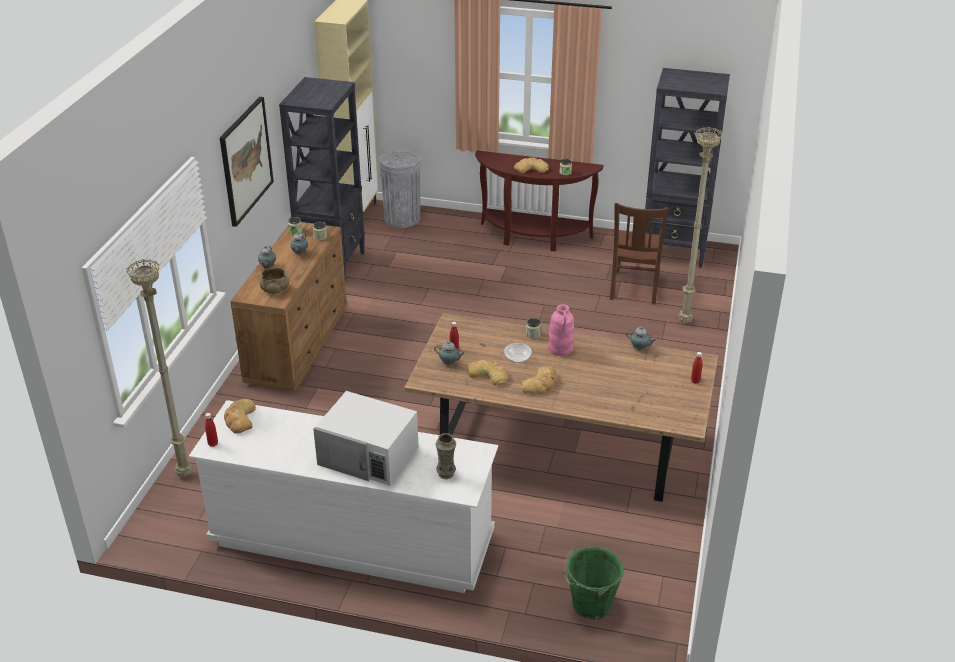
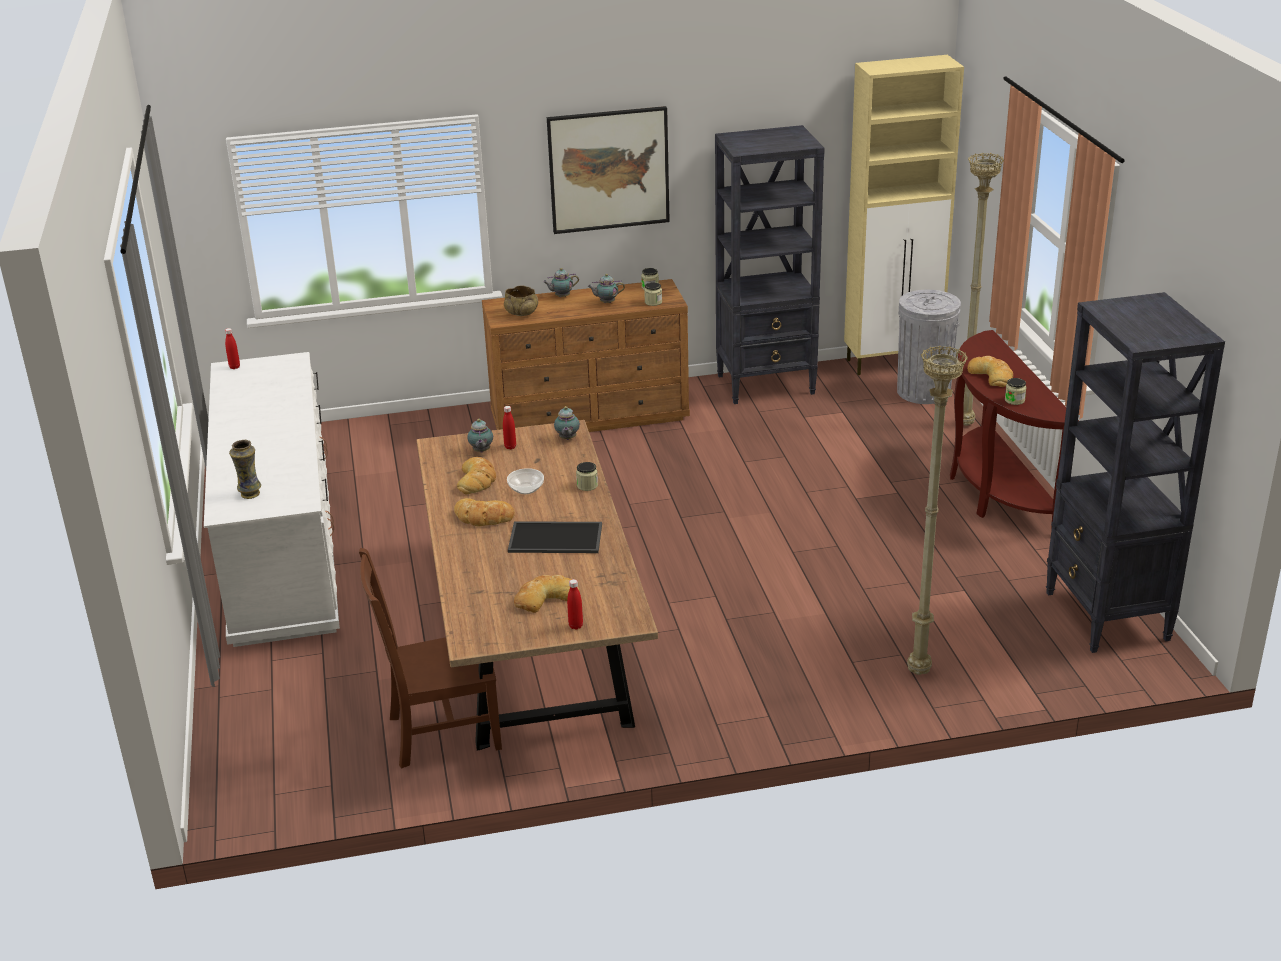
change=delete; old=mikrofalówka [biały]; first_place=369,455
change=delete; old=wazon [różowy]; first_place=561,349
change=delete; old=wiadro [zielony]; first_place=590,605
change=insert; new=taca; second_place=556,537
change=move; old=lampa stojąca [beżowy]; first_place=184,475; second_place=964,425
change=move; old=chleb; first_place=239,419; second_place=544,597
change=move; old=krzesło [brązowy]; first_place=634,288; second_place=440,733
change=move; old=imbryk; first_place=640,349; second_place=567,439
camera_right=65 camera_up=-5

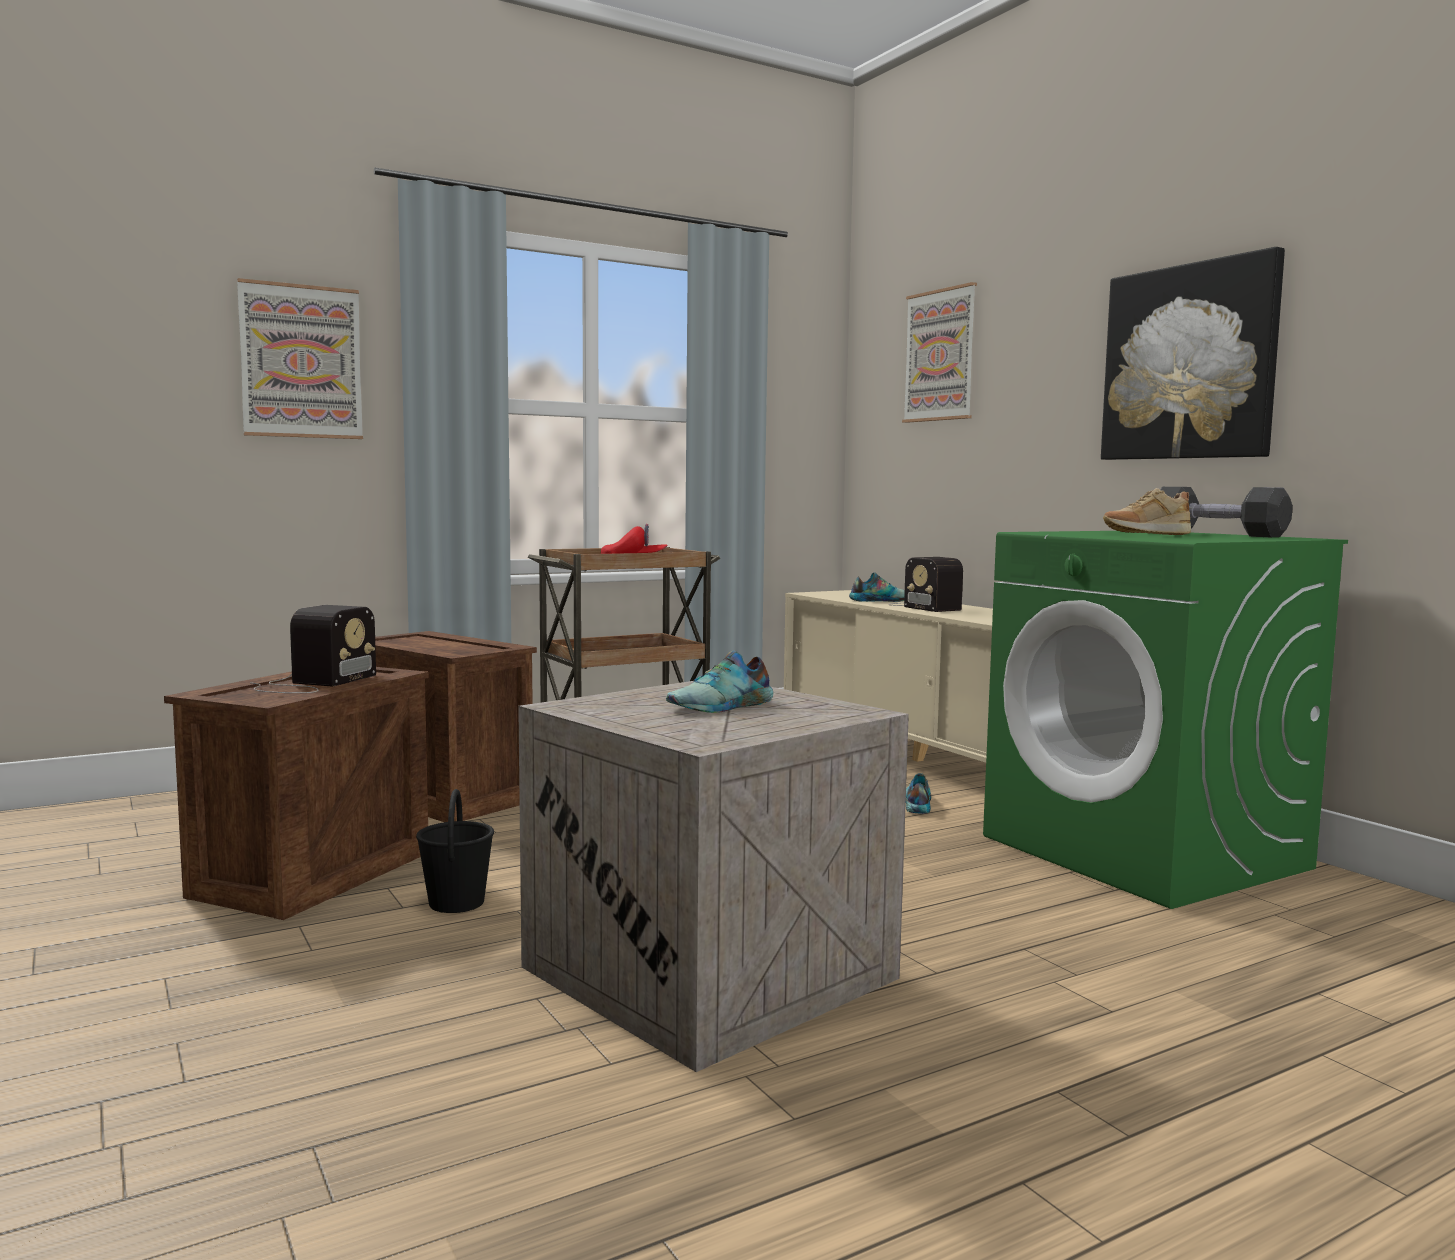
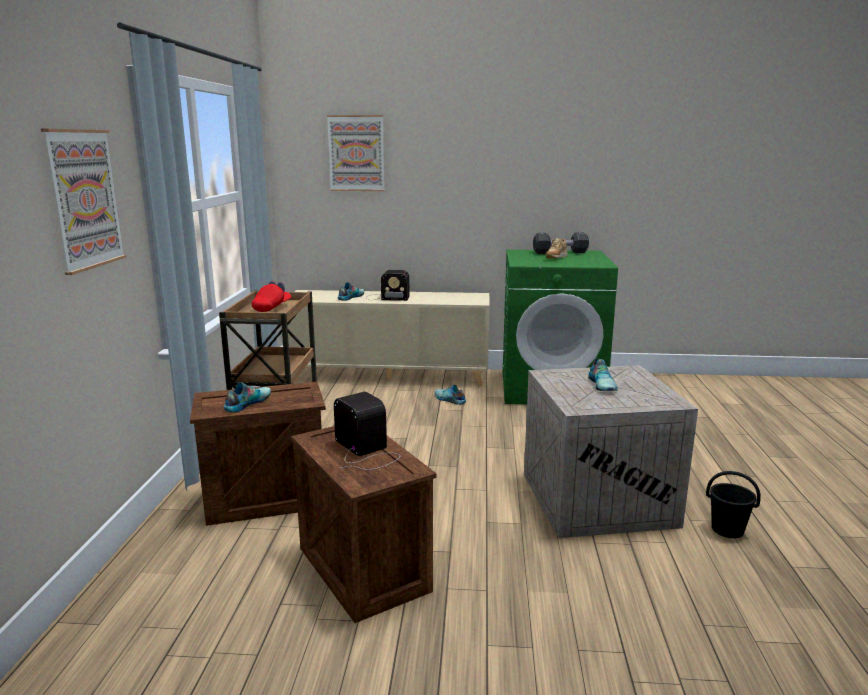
change=delete; old=obraz; first_place=1190,362
change=insert; new=but; second_place=247,403
change=move; old=wiadro [czarny]; first_place=456,903; second_place=728,530
camera_right=-55 camera_up=10

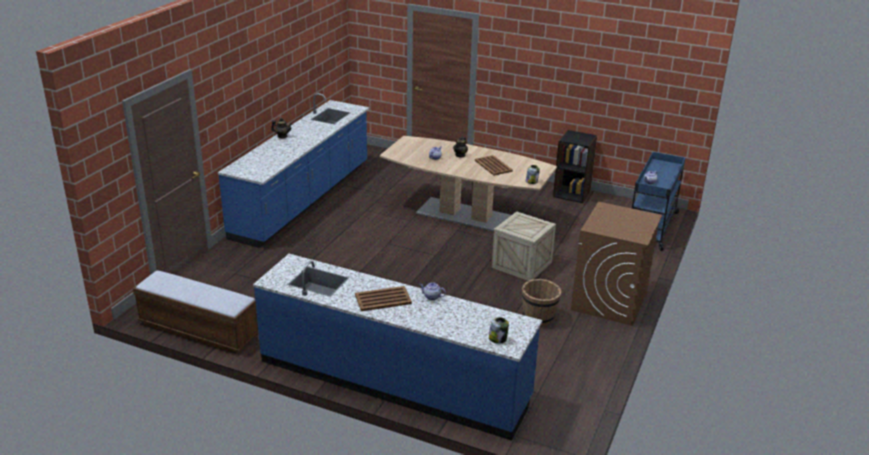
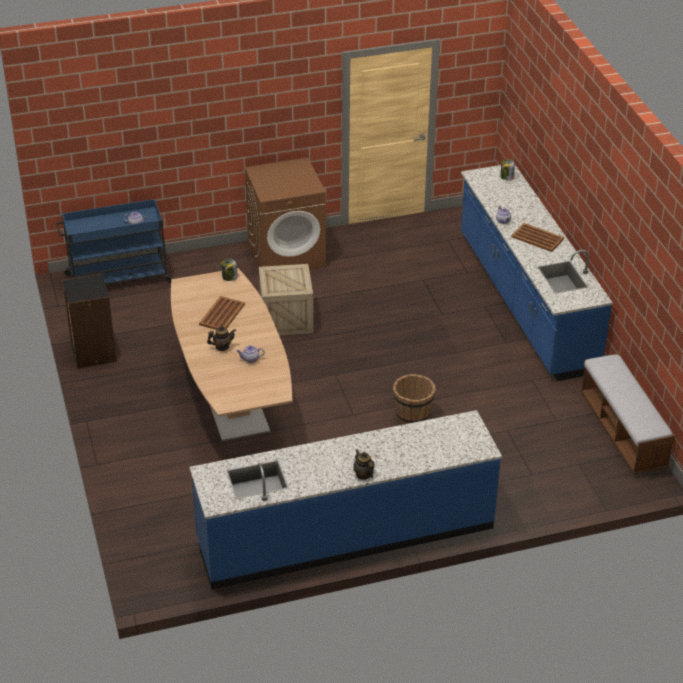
change=move; old=wiadro [brązowy]; first_place=538,318; second_place=412,415
camera_right=-130 camera_up=10

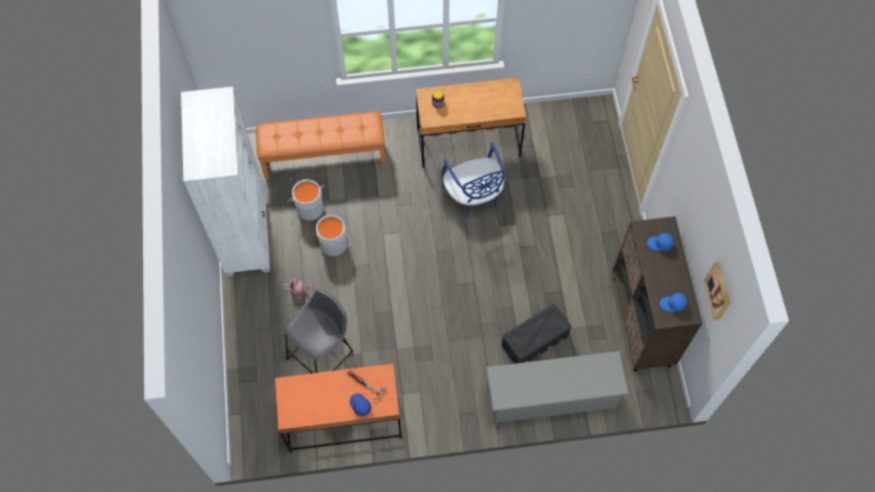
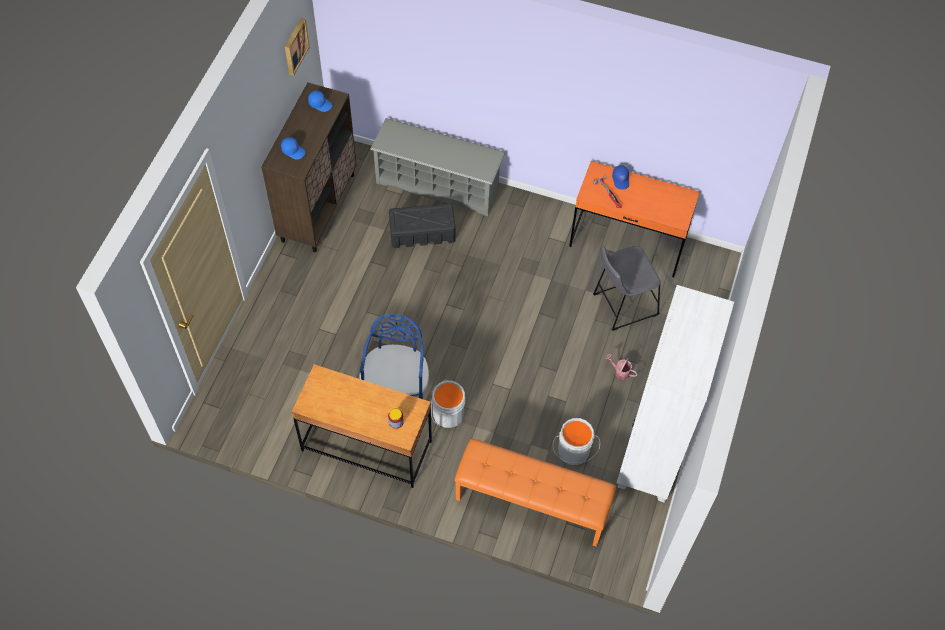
change=move; old=wiadro [szary]; first_place=335,243; second_place=446,414
camera_right=-155 camera_up=-5

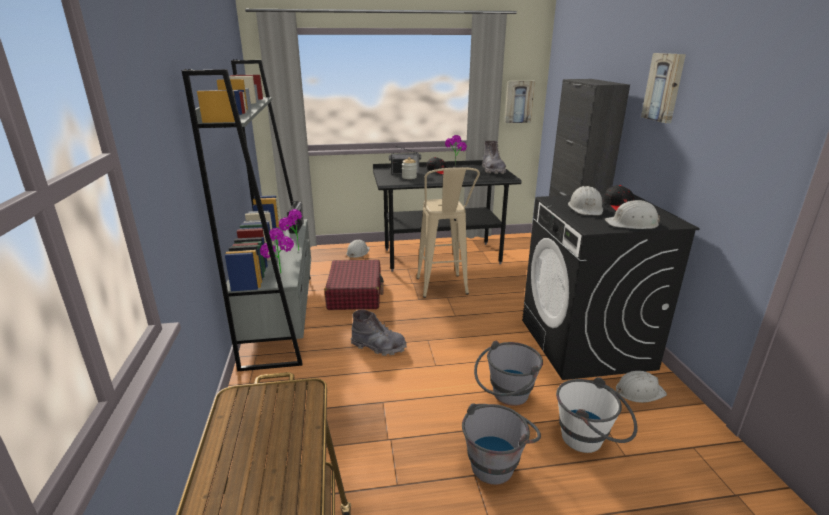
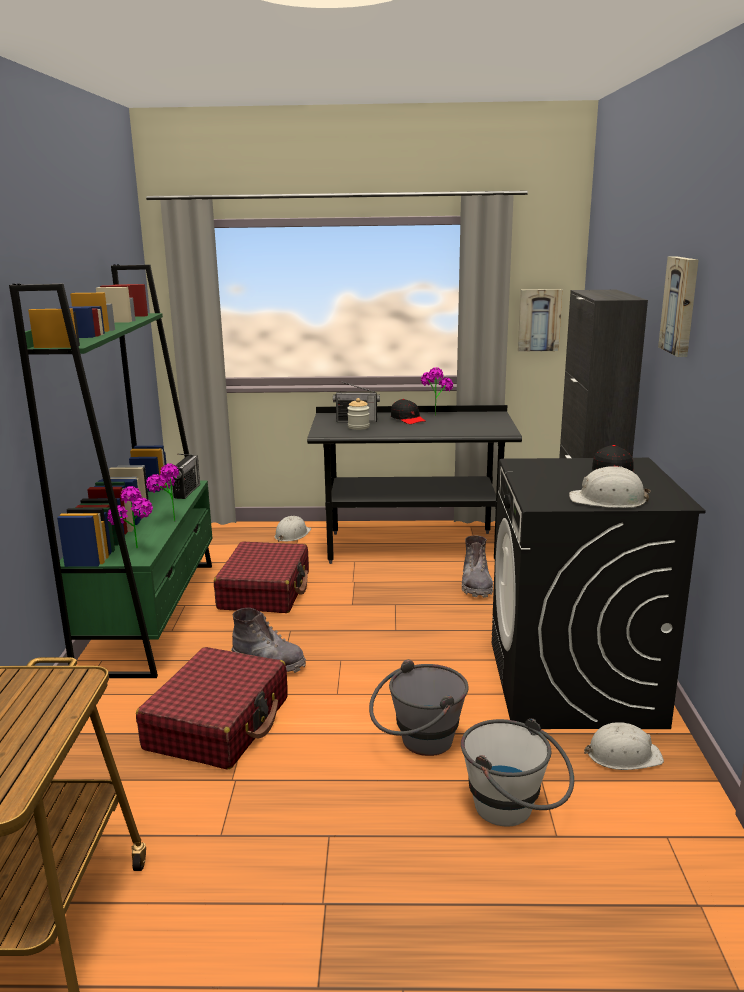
change=delete; old=stołek [beżowy]; first_place=443,290
change=delete; old=wiadro [szary]; first_place=497,461
change=delete; old=kask [biały]; first_place=585,208
change=insert; new=walizka [czerwony]; second_place=218,723
change=move; old=but z cholewką [szary]; first_place=493,170; second_place=476,585
change=recolor; old=regał [szary]; new=regał [zielony]; first_place=280,316; second_place=151,614
camera_right=10 camera_up=-5

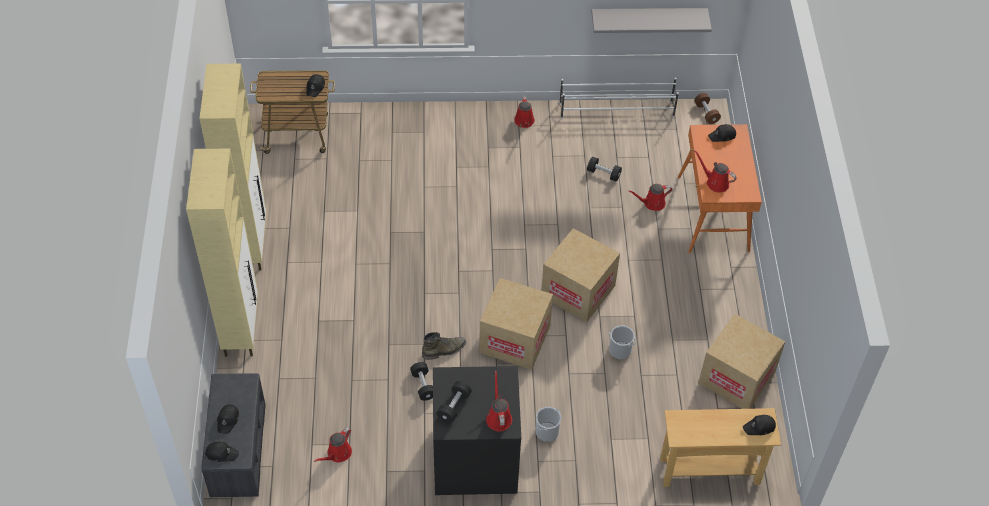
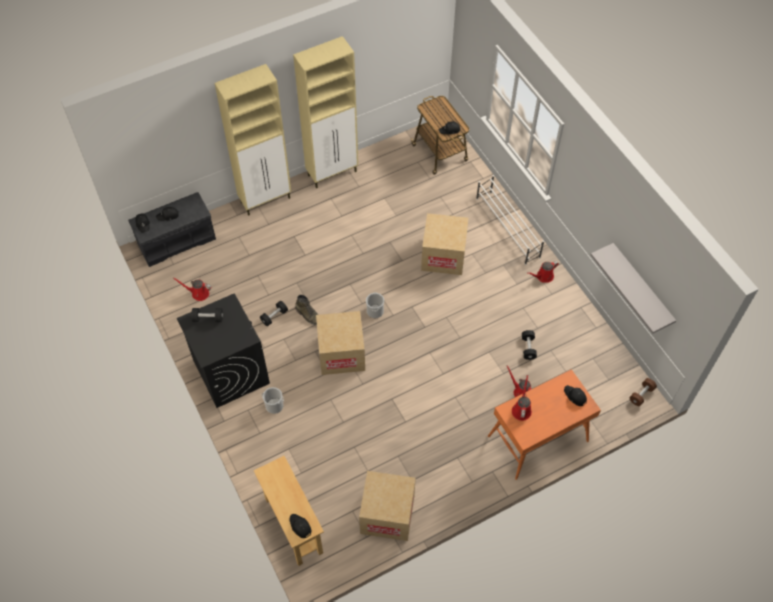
change=delete; old=konewka [czerwony]; first_place=498,417
change=move; old=karton; first_place=578,291; second_place=443,256
change=move; old=regał na buty [biały]; first_place=617,110; second_place=507,228
change=move; old=wiadro; first_place=620,350; second_place=375,311
camera_right=65 camera_up=5

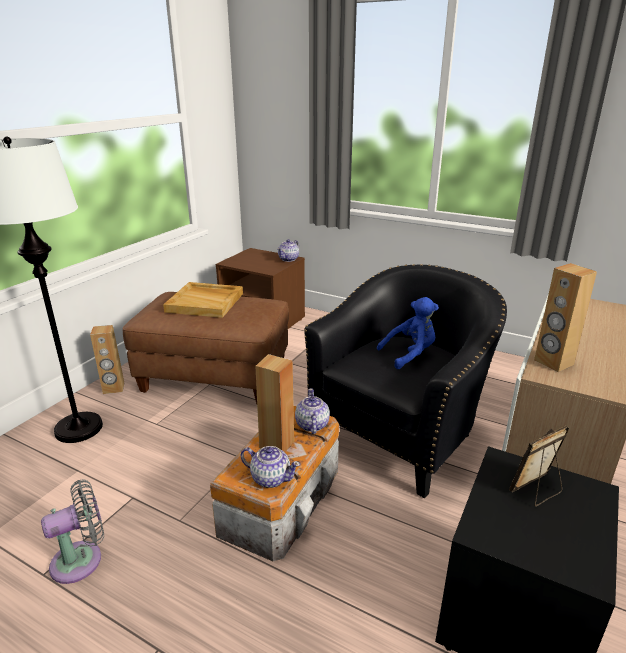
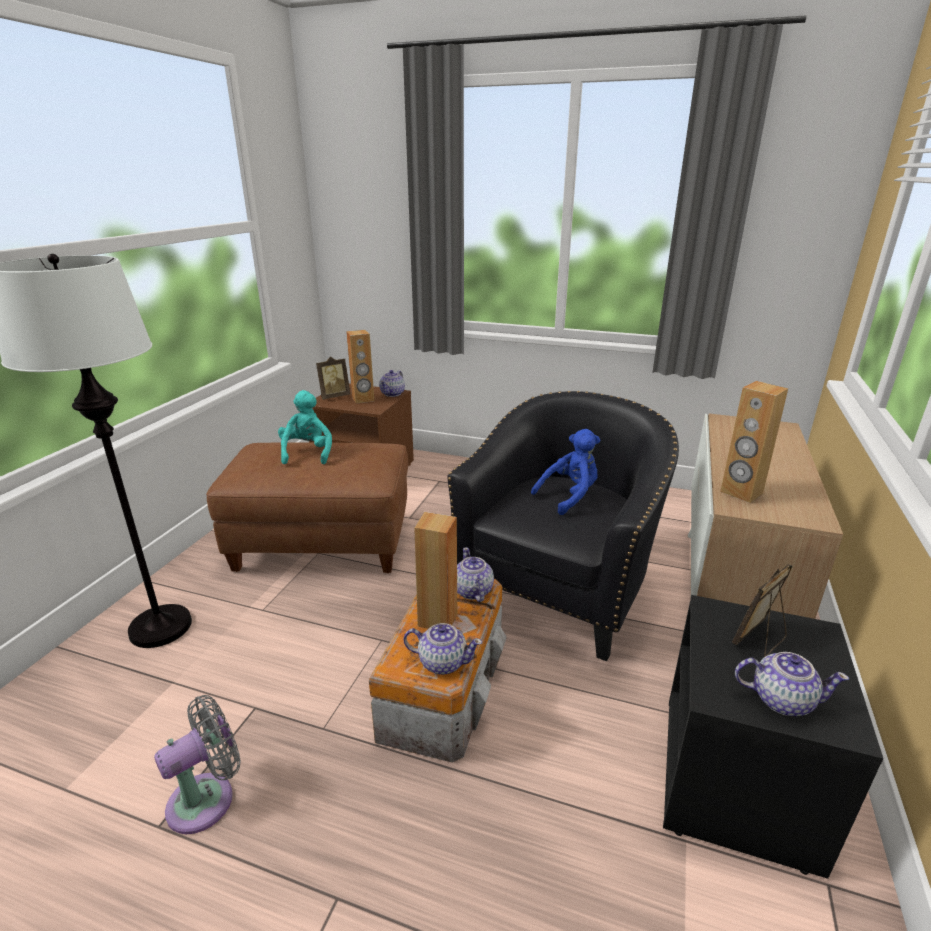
change=insert; new=ramka na zdjęcie; second_place=334,396
change=insert; new=imbryk; second_place=781,699
change=move; old=głośnik [brązowy]; first_place=113,388; second_place=363,399
change=replace; old=taca [beżowy]; new=pluszak [turkusowy]; first_place=206,302; second_place=307,453
camera_right=-10 camera_up=0

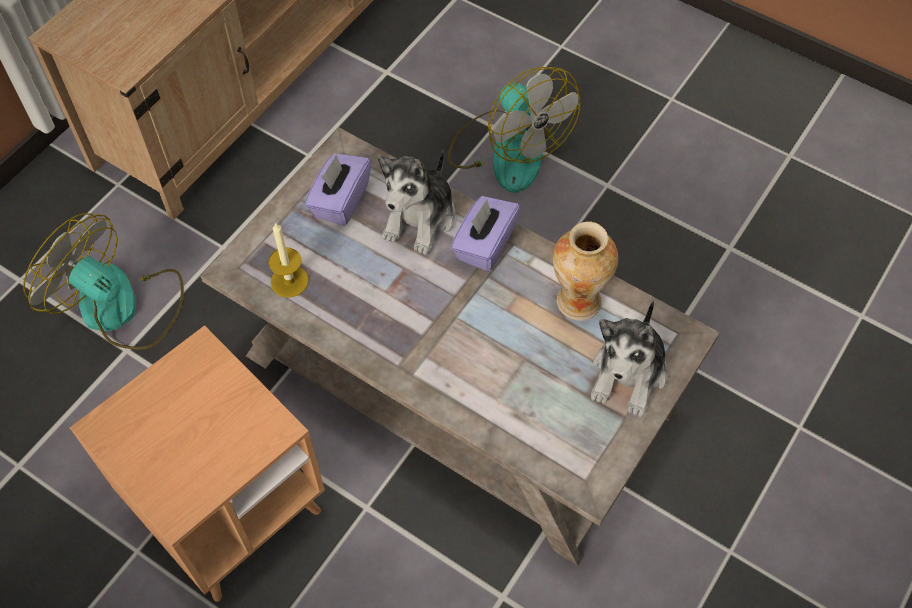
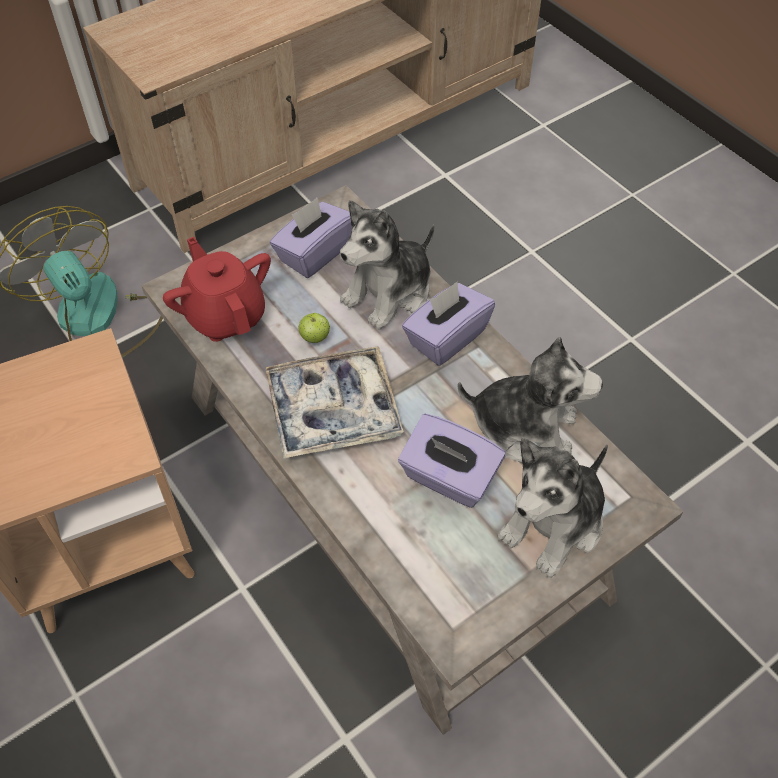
change=delete; old=wentylator; first_place=507,150
change=insert; new=taca; second_place=333,410
change=insert; new=jabłko; second_place=315,338
change=insert; new=pudełko chusteczek [fioletowy]; second_place=448,478
change=replace; old=świeca; new=imbryk [czerwony]; first_place=289,281; second_place=226,315
change=replace; old=wazon; new=pluszak; first_place=577,302; second_place=524,427
camera_right=20 camera_up=-5

